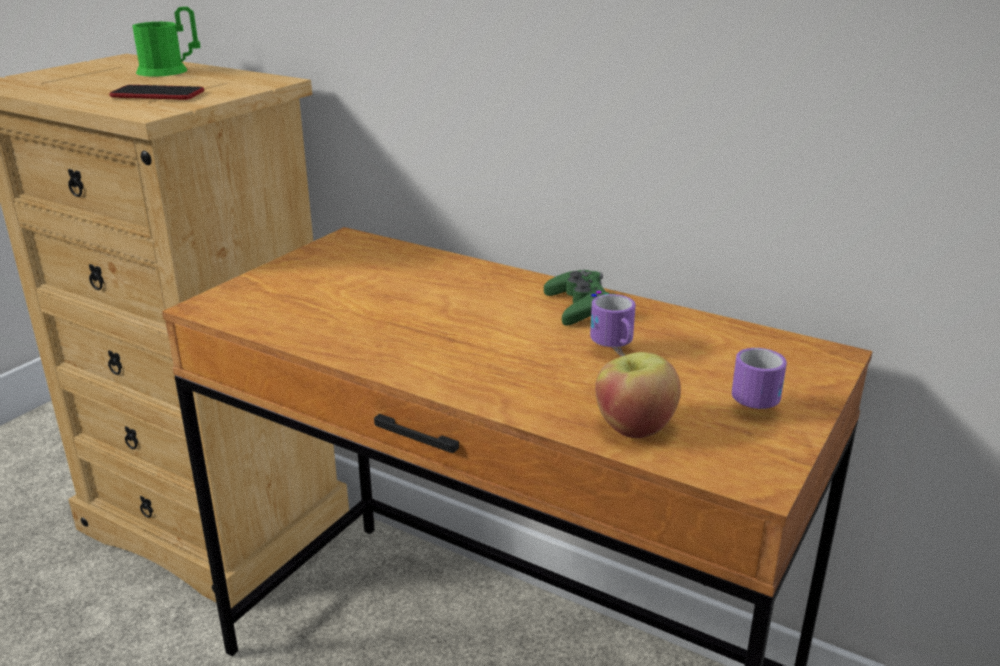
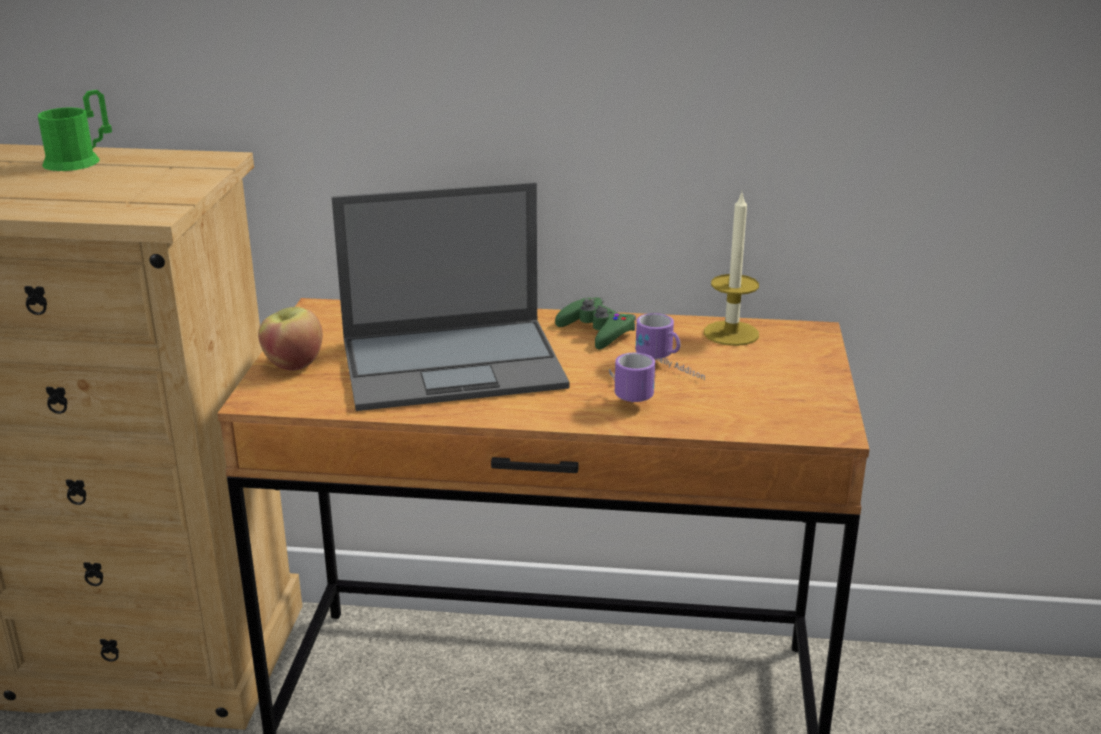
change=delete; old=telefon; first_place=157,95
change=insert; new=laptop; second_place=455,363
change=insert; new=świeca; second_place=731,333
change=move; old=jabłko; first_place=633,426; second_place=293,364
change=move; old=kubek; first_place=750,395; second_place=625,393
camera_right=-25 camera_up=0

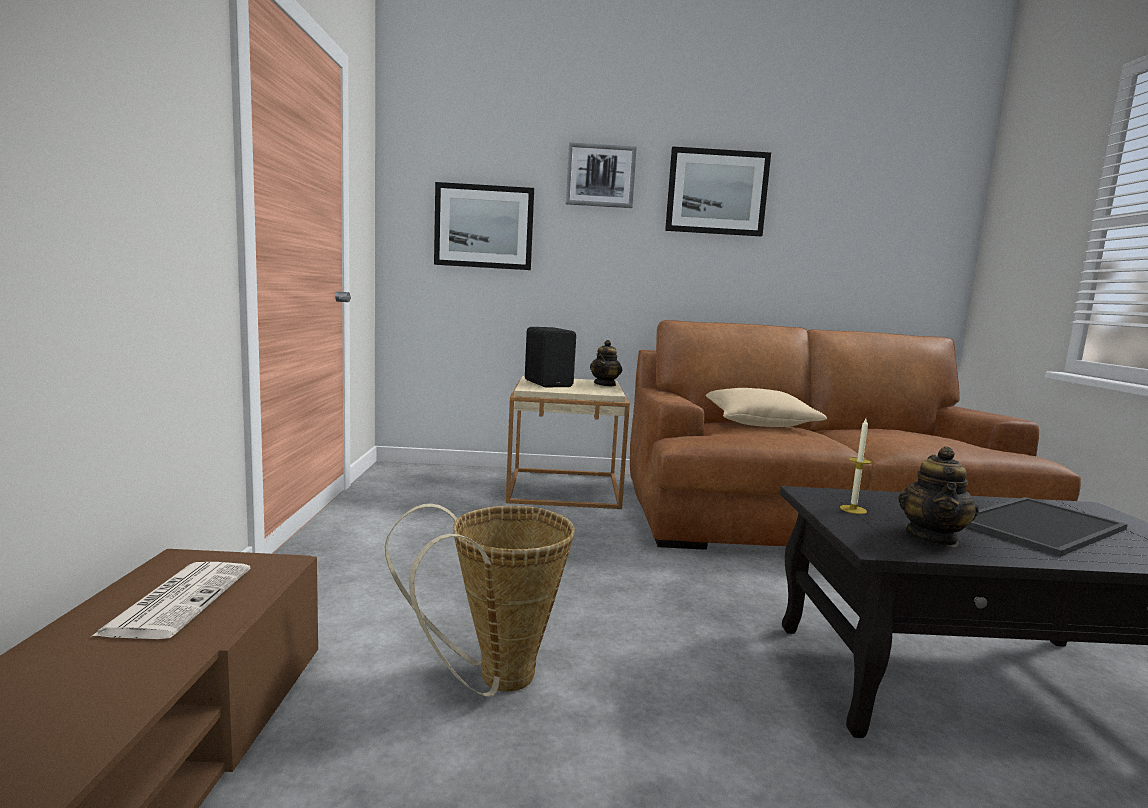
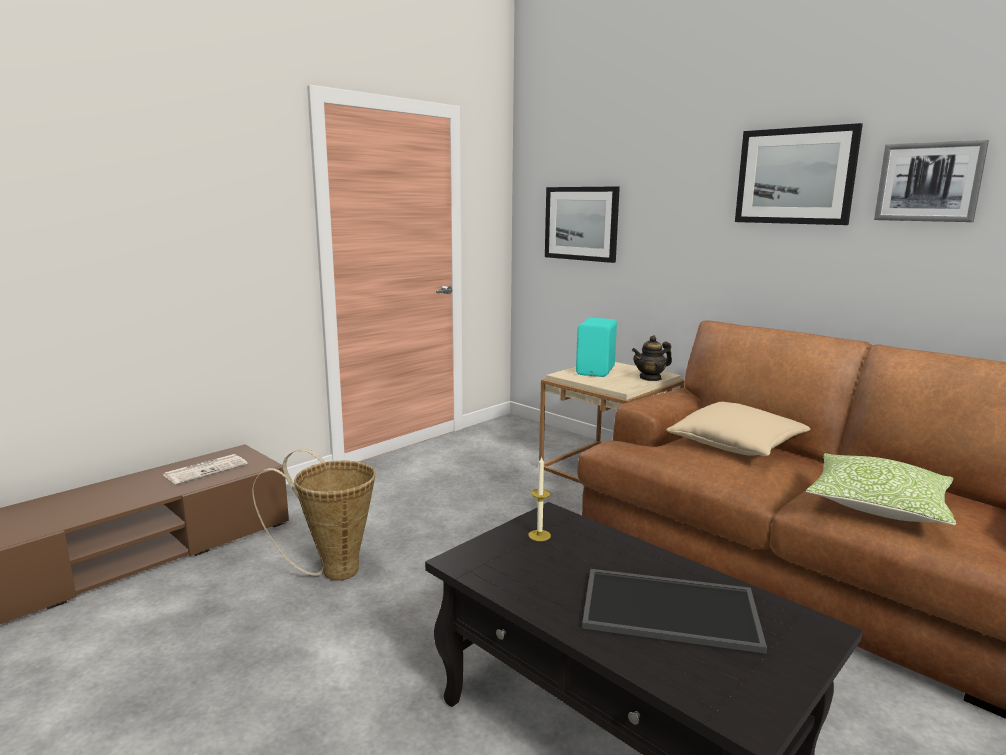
change=delete; old=imbryk; first_place=932,537
change=insert; new=poduszka; second_place=878,505
change=move; old=obraz; first_place=600,176; second_place=929,182
change=recolor; old=głośnik [czarny]; new=głośnik [turkusowy]; first_place=549,384; second_place=597,371
camera_right=45 camera_up=5

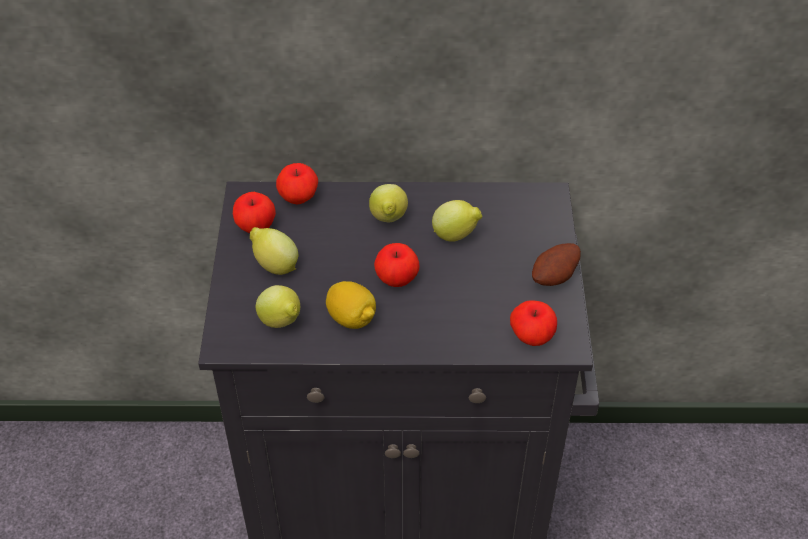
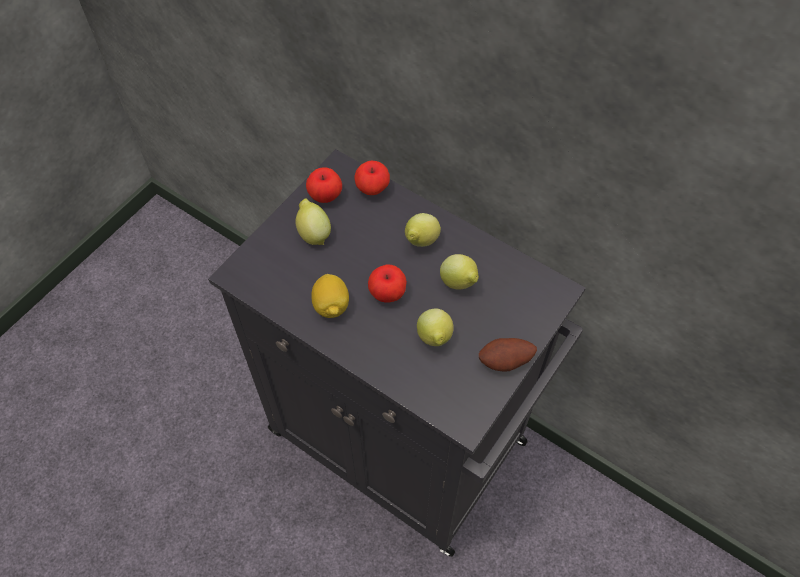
change=delete; old=jabłko; first_place=531,336
change=move; old=cytryna; first_place=282,323; second_place=434,339
camera_right=35 camera_up=10

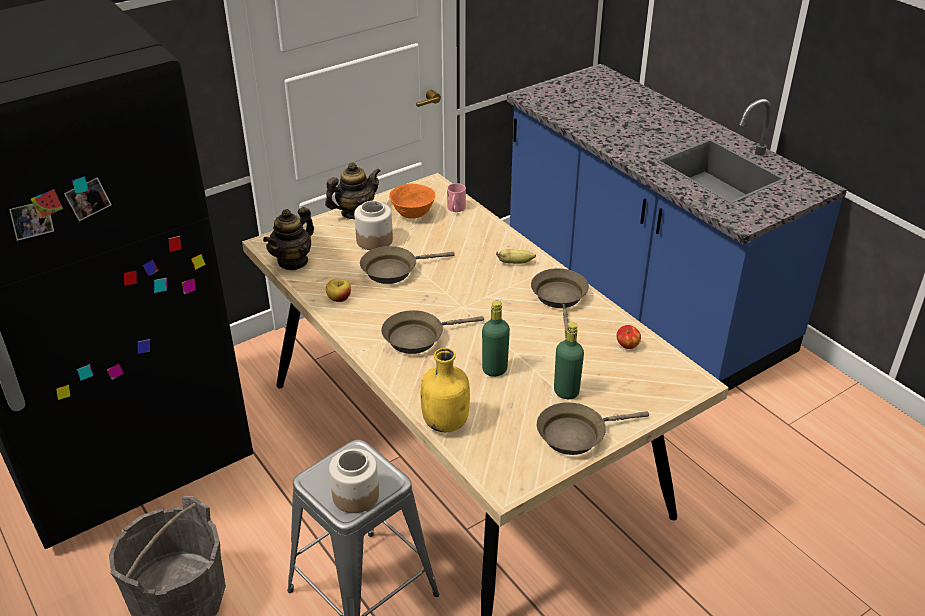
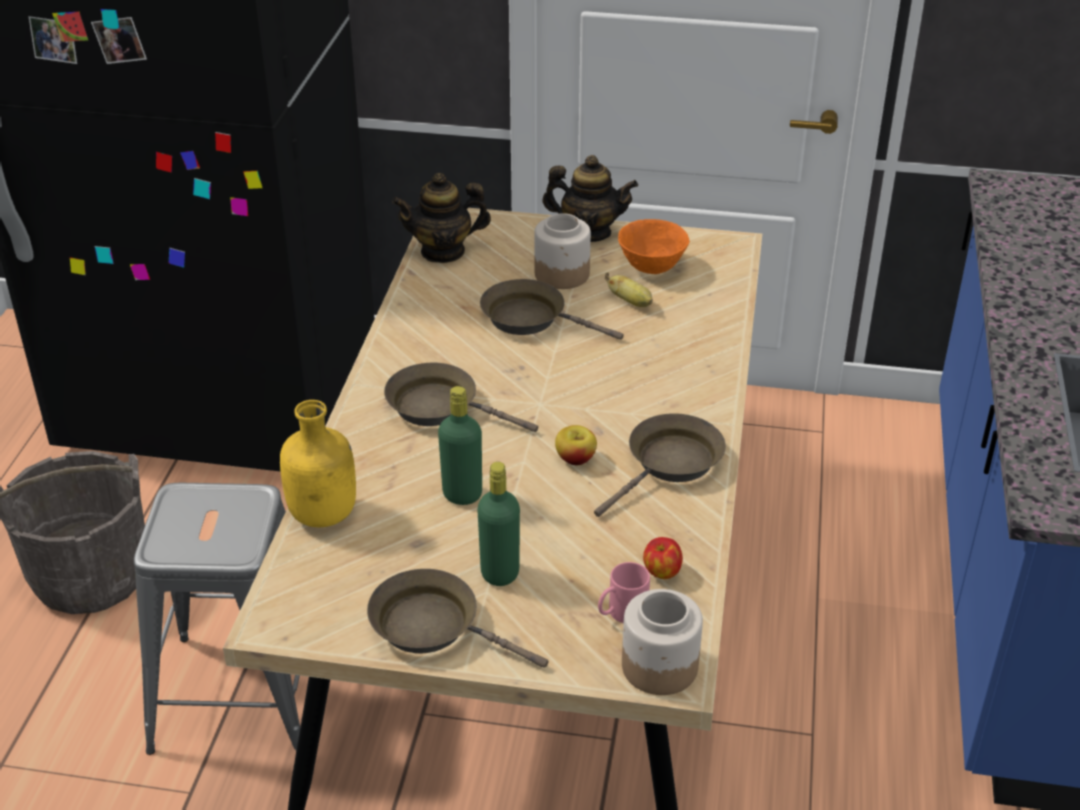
change=move; old=jabłko; first_place=339,298; second_place=575,459
change=move; old=słoik; first_place=355,496; second_place=658,666
change=move; old=kubek [różowy]; first_place=455,209; second_place=621,613
change=move; old=banan; first_place=515,263; second_place=631,302
camera_right=45 camera_up=0

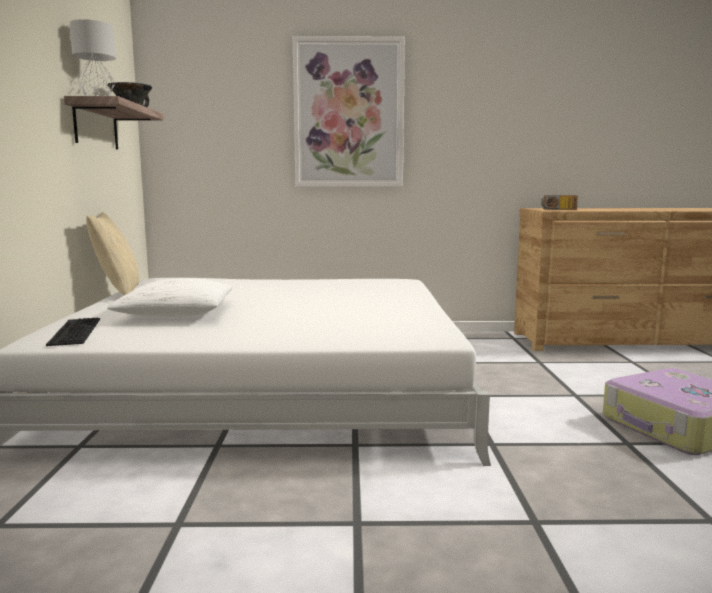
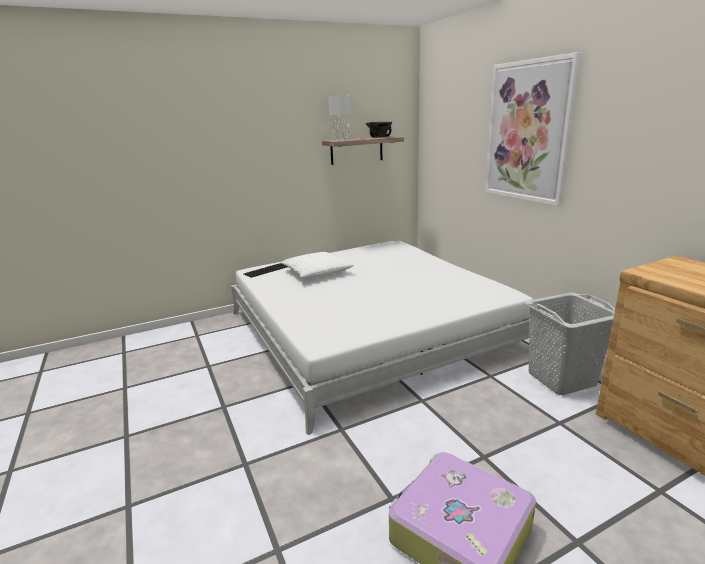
change=delete; old=poduszka [beżowy]; first_place=118,292
change=delete; old=radio; first_place=558,209
change=insert; new=kosz na pranie [szary]; second_place=562,379
camera_right=65 camera_up=10

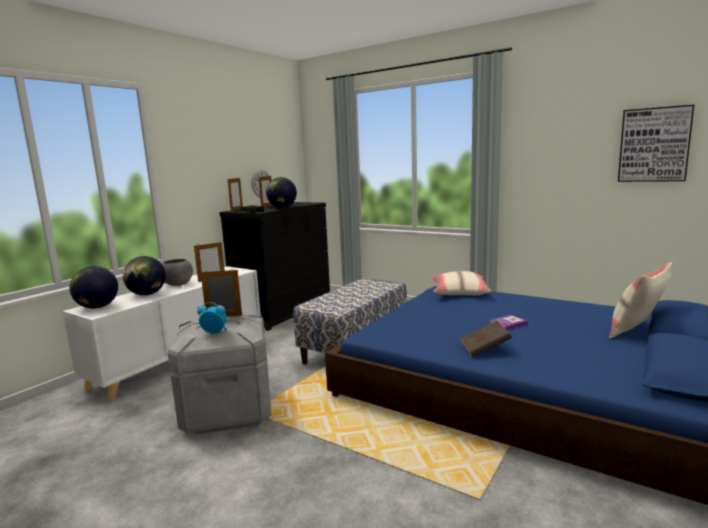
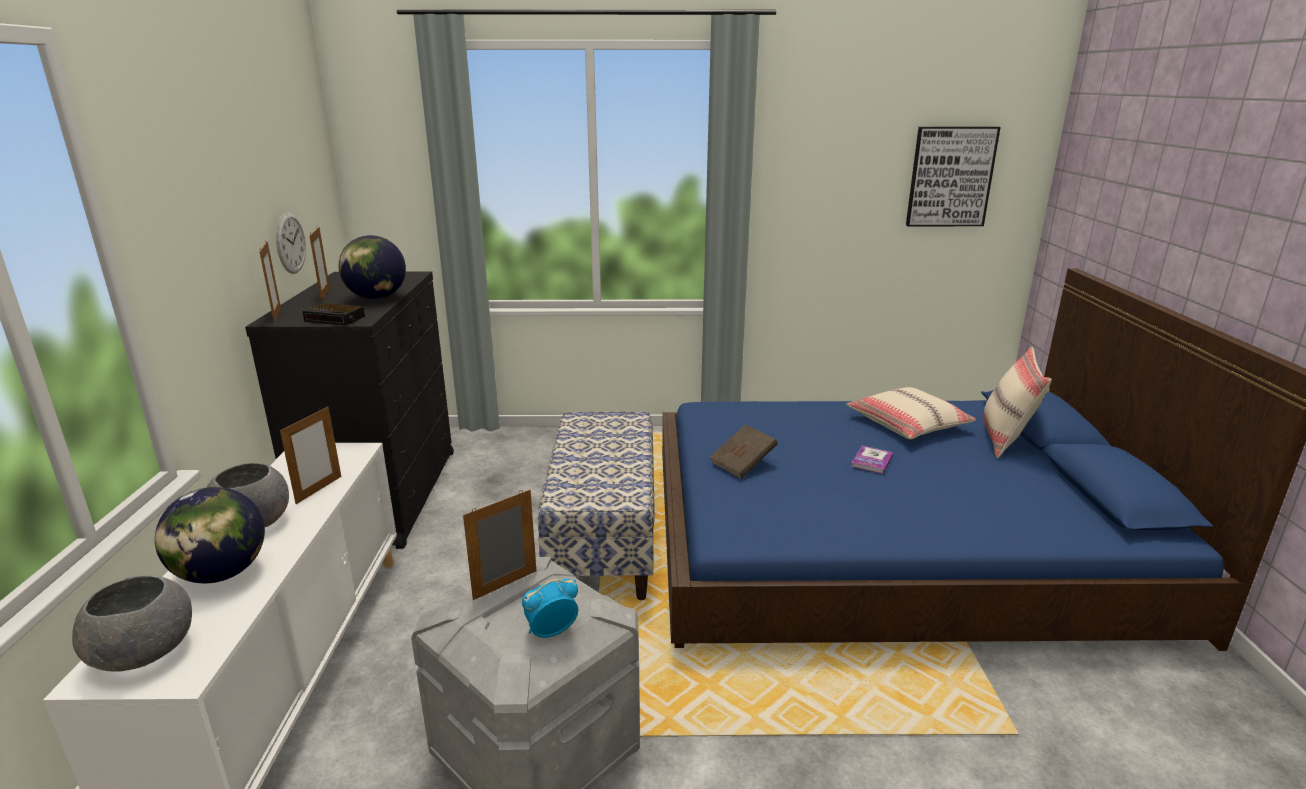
change=move; old=poduszka [beżowy]; first_place=459,292; second_place=907,424
change=move; old=książka [brązowy]; first_place=484,349; second_place=743,464
change=replace; old=globus; new=miska [szary]; first_place=97,307; second_place=143,653
camera_right=-35 camera_up=10

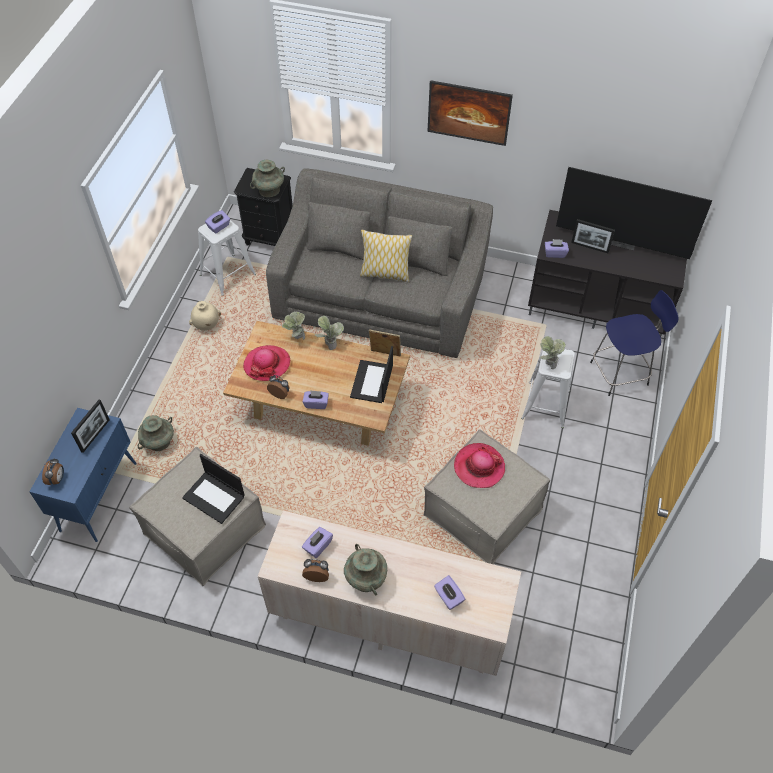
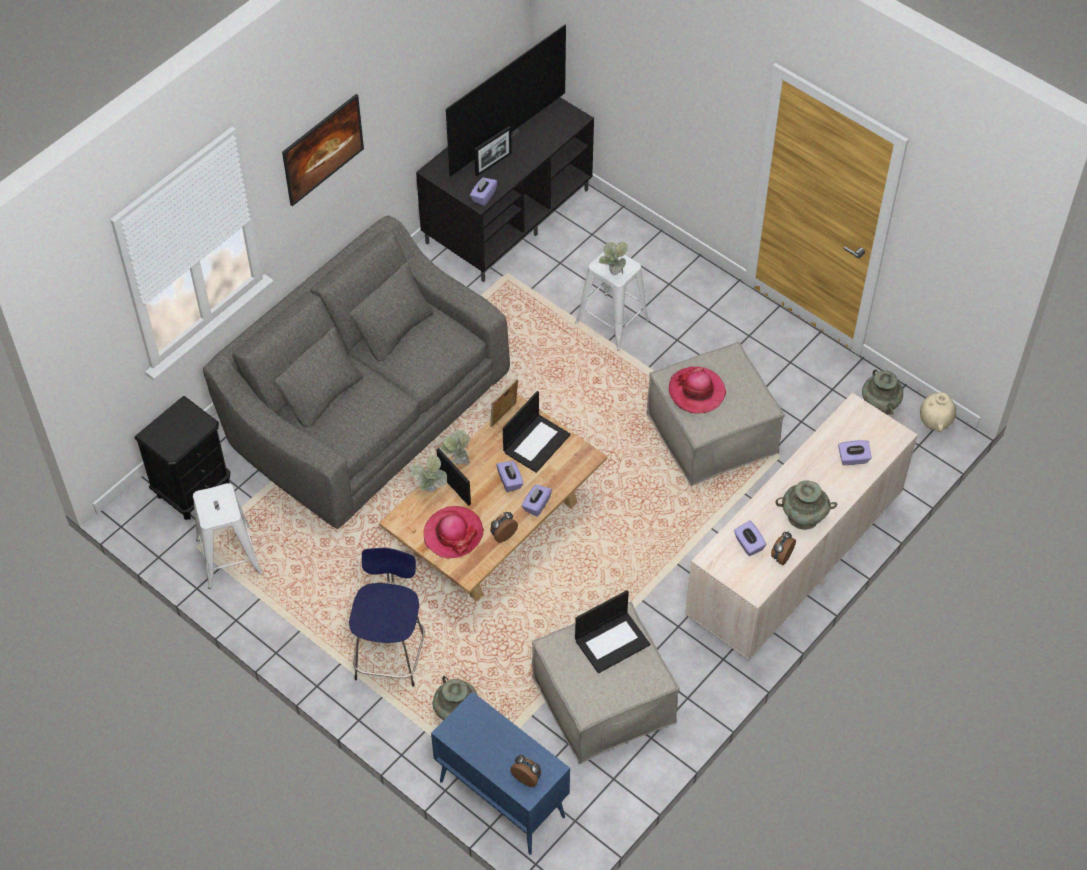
change=delete; old=poduszka; first_place=385,273
change=move; old=ramka na zdjęcie; first_place=95,435; second_place=454,488
change=move; old=wazon [beżowy]; first_place=206,326; second_place=934,423
change=move; old=pudełko chusteczek [fioletowy]; first_place=219,227; second_place=510,481
change=move; old=wazon [turkusowy]; first_place=269,190; second_place=880,405
change=move; old=stołek [niebieski]; first_place=621,373; second_place=390,654
change=rotate; old=laptop; first_place=372,382; second_place=536,442; degrees=-90
camera_right=-65 camera_up=0

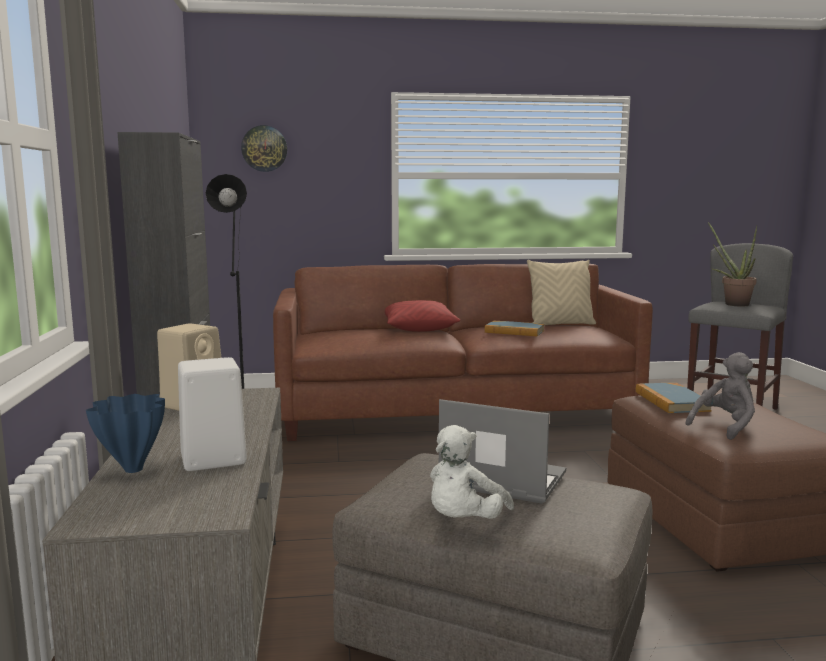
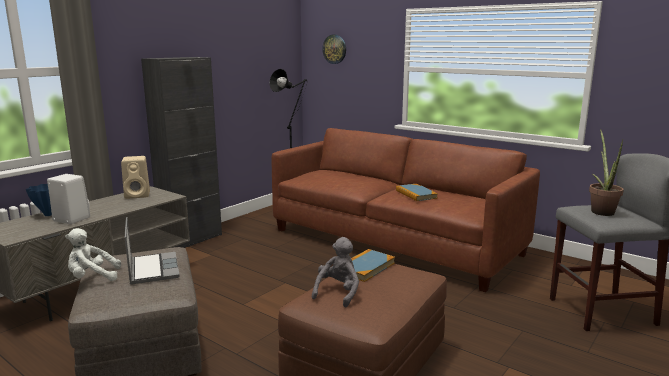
change=delete; old=poduszka [czerwony]; first_place=418,328
change=delete; old=poduszka [beżowy]; first_place=560,325
change=rotate; old=pluszak [szary]; first_place=725,427; second_place=338,292; degrees=-75
camera_right=45 camera_up=5

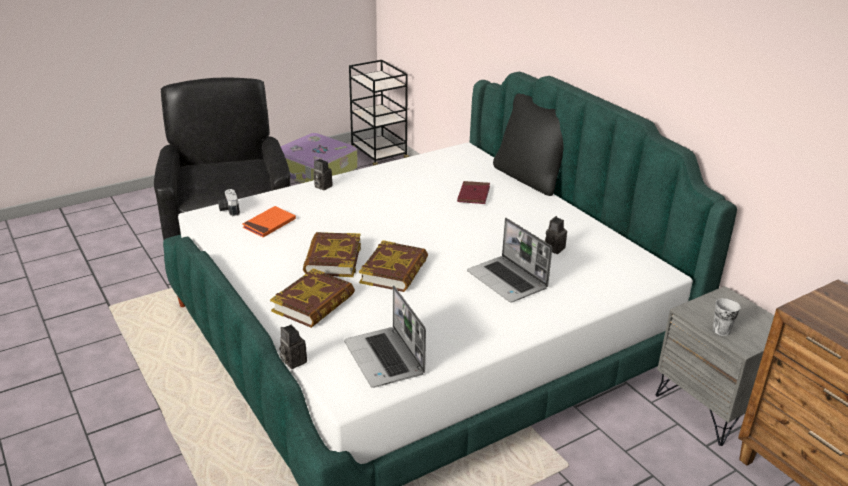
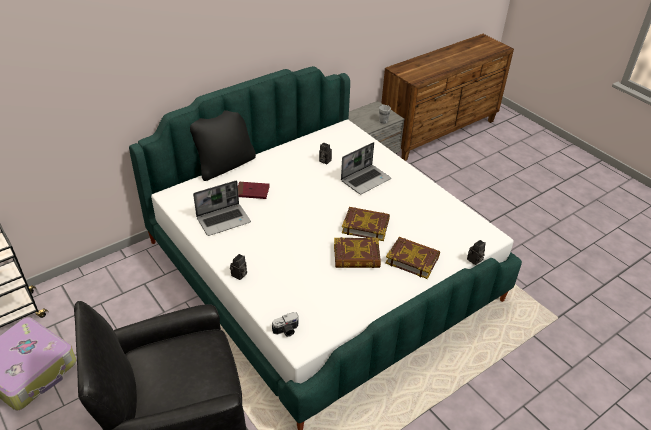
change=delete; old=książka [pomarańczowy]; first_place=269,224
change=move; old=laptop; first_place=385,359; second_place=224,220
camera_right=-95 camera_up=10

